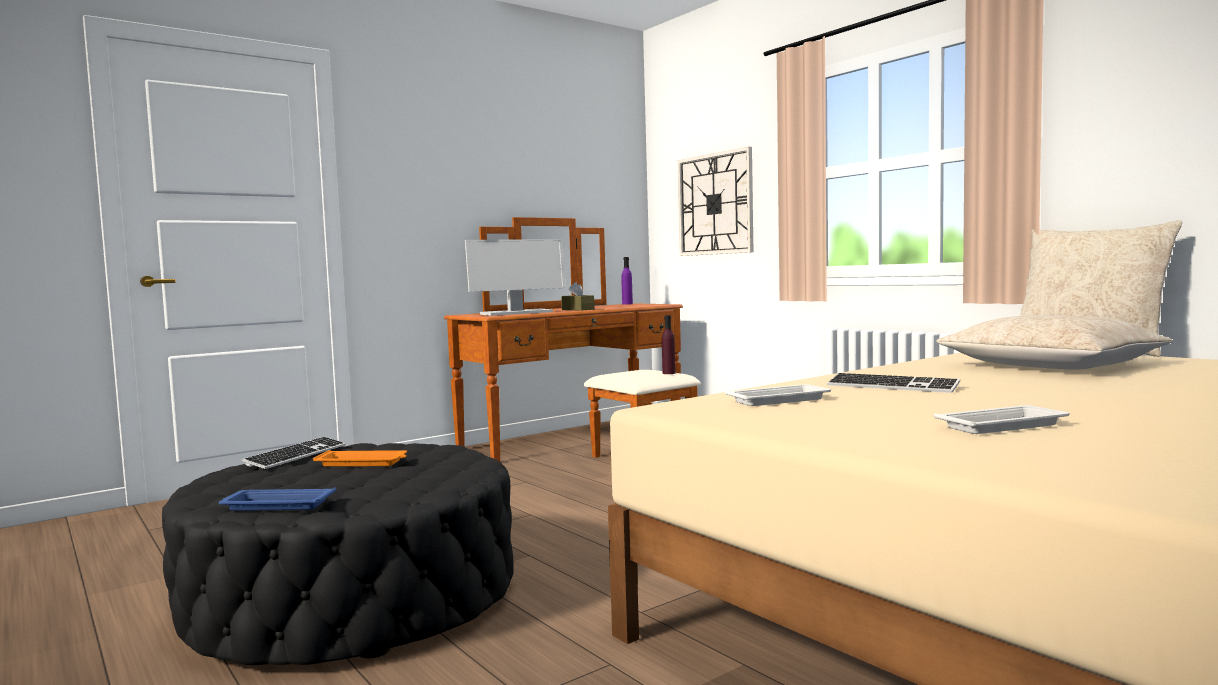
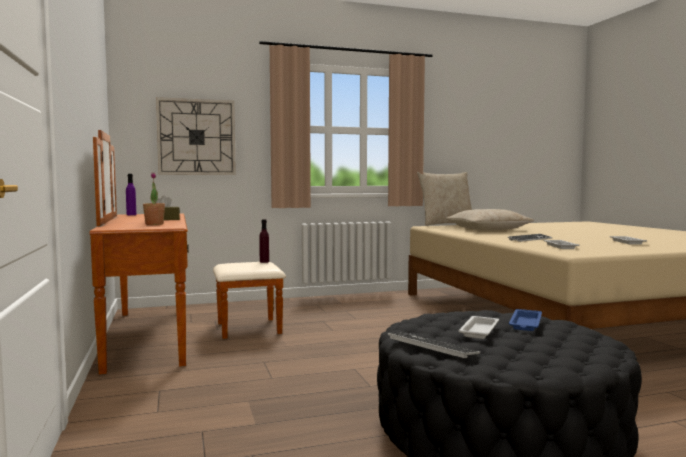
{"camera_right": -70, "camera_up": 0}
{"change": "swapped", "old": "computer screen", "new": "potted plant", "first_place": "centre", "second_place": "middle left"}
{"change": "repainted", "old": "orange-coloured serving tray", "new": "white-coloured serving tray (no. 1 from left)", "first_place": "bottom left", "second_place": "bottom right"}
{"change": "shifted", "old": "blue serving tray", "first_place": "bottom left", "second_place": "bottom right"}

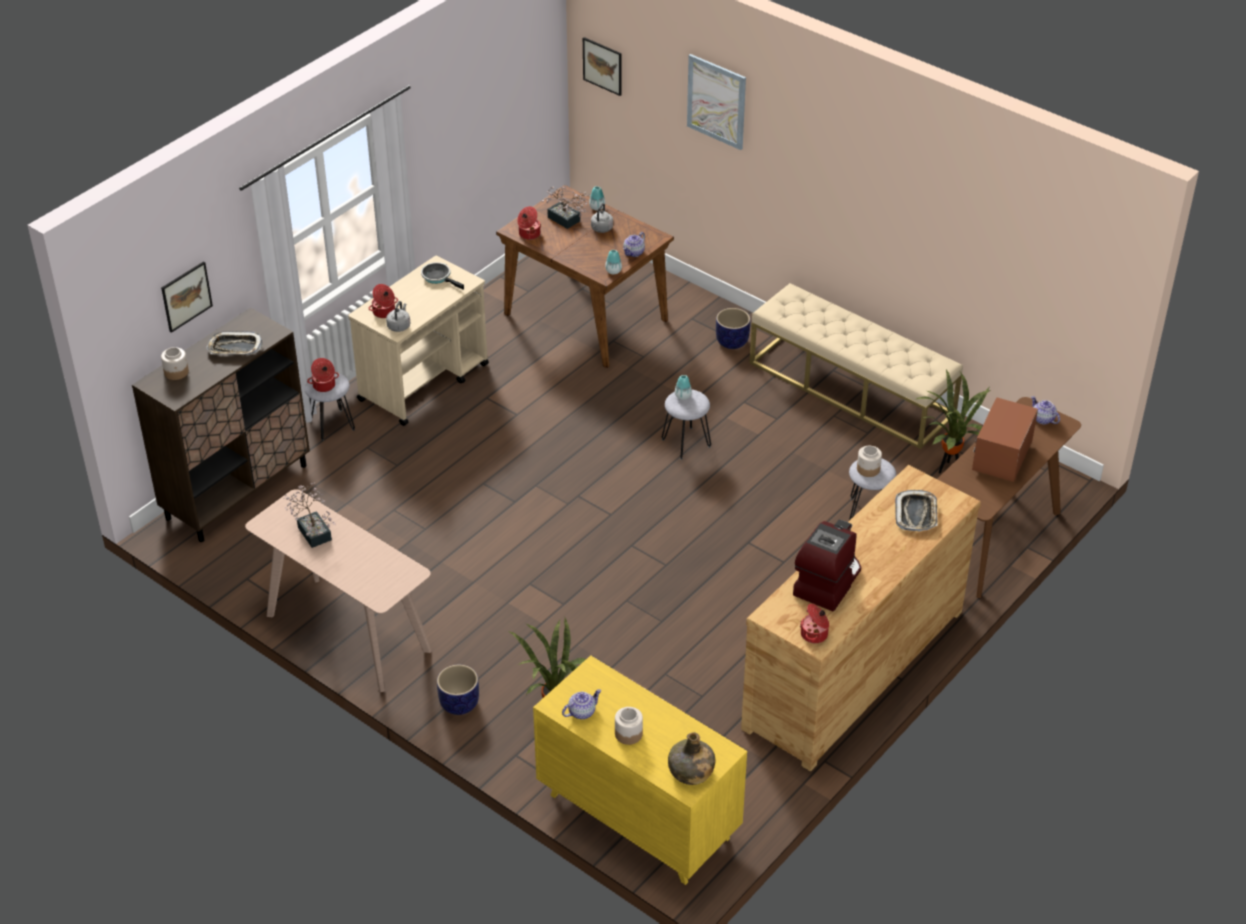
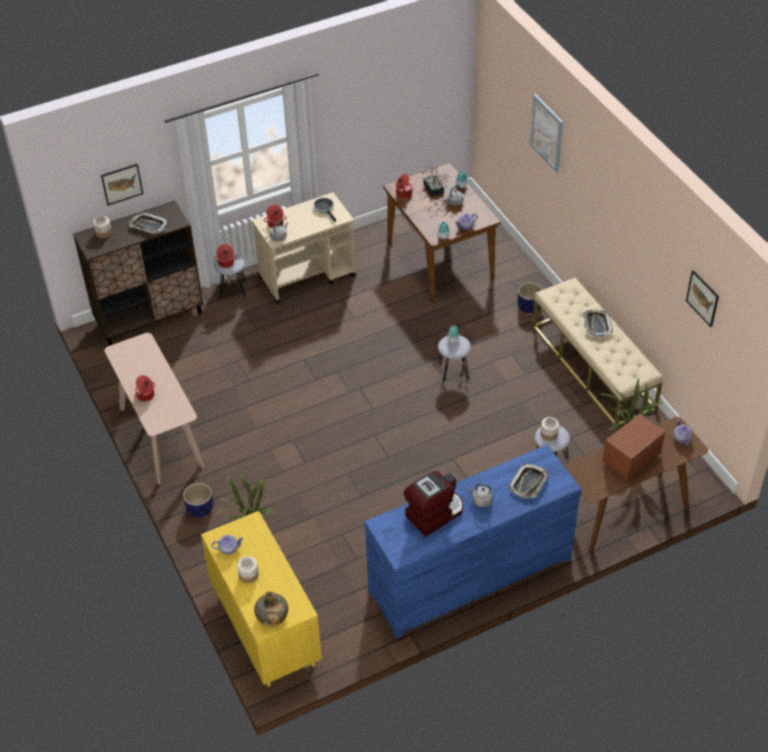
{"camera_right": 25, "camera_up": 5}
{"change": "shifted", "old": "cooking pot (no. 4 from left in the first image)", "new": "cooking pot (no. 1 from left)", "first_place": "bottom centre", "second_place": "middle left"}
{"change": "repainted", "old": "brown chest of drawers", "new": "blue chest of drawers", "first_place": "bottom right", "second_place": "bottom centre"}
{"change": "new", "new": "greyish kettle (no. 3 from left)", "second_place": "centre"}
{"change": "new", "new": "serving tray (no. 3 from left)", "second_place": "middle right"}
{"change": "shifted", "old": "wall art (no. 2 from left in the first image)", "new": "wall art (no. 3 from left)", "first_place": "top centre", "second_place": "middle right"}
{"change": "gone", "old": "potted plant (no. 1 from left)", "first_place": "middle left"}

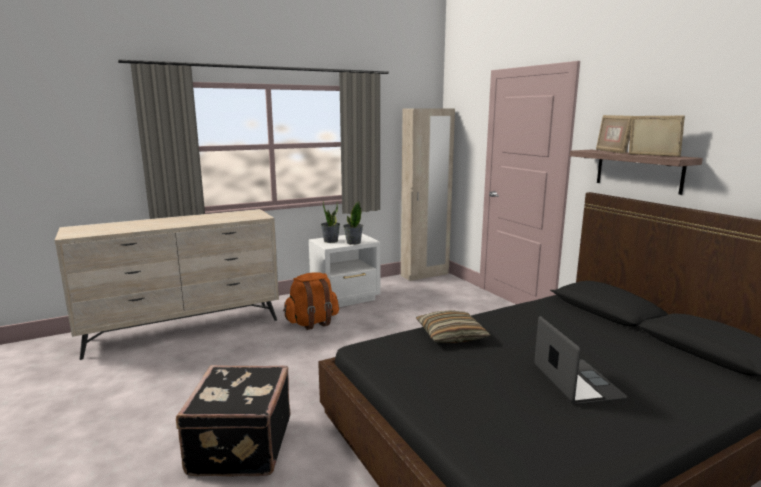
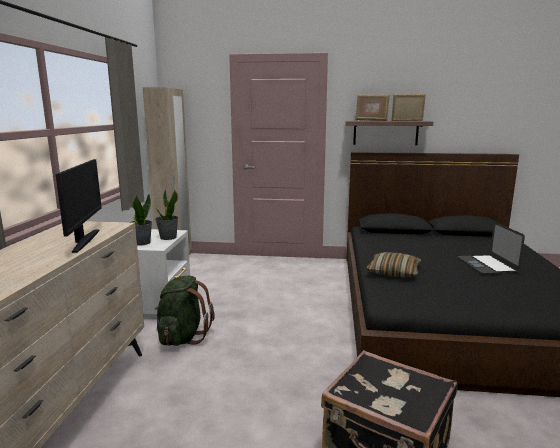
{"camera_right": -55, "camera_up": 0}
{"change": "new", "new": "computer screen", "second_place": "middle left"}
{"change": "repainted", "old": "orange-coloured rucksack", "new": "green-coloured rucksack", "first_place": "centre", "second_place": "bottom left"}
{"change": "rotated", "old": "portable computer", "first_place": "bottom right", "second_place": "middle right", "degrees": -120}

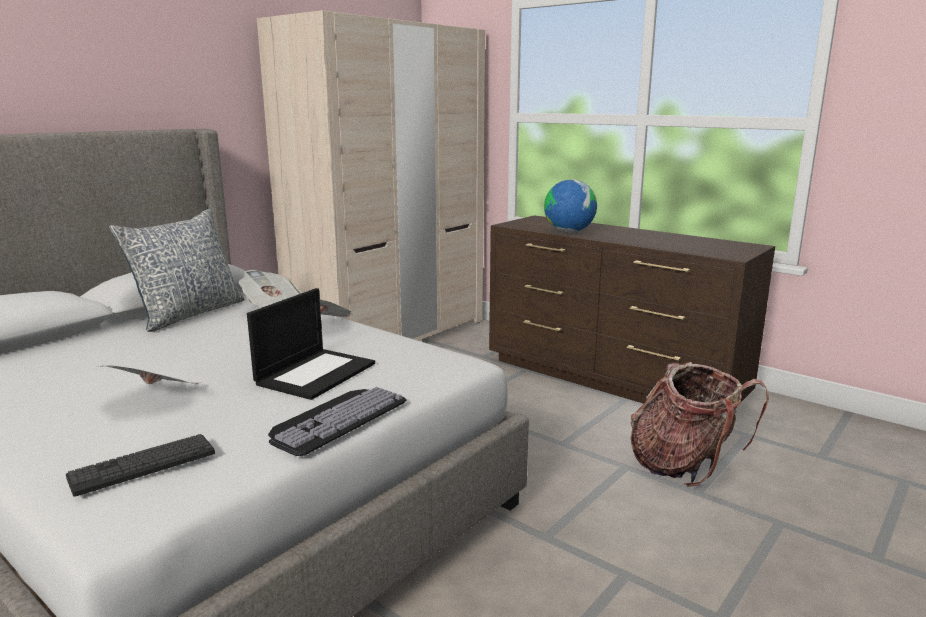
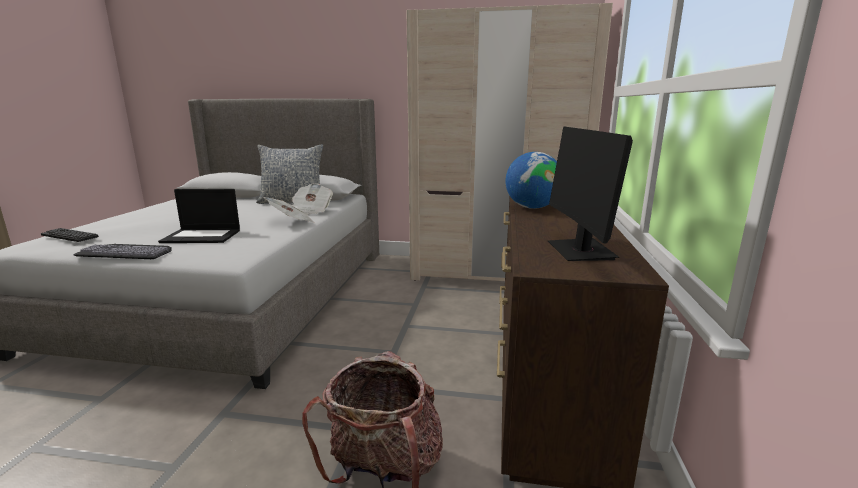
{"camera_right": 60, "camera_up": 0}
{"change": "new", "new": "computer screen", "second_place": "middle right"}
{"change": "gone", "old": "printed paper (no. 1 from left)", "first_place": "middle left"}

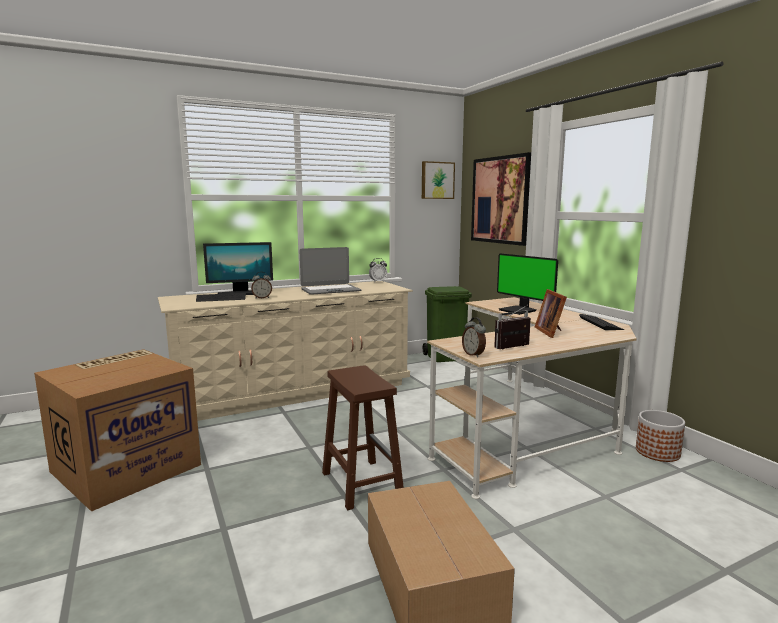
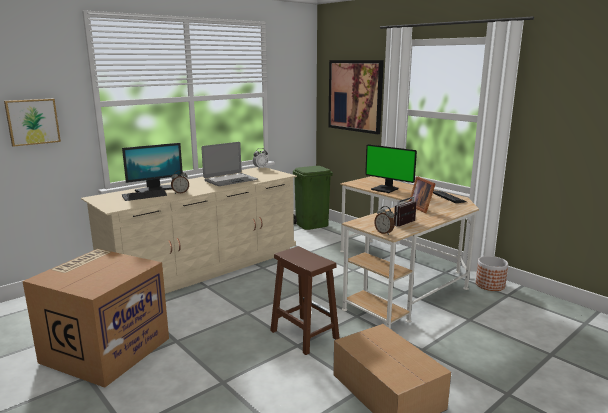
{"camera_right": -15, "camera_up": 5}
{"change": "shifted", "old": "wall art (no. 1 from left)", "first_place": "top centre", "second_place": "top left"}

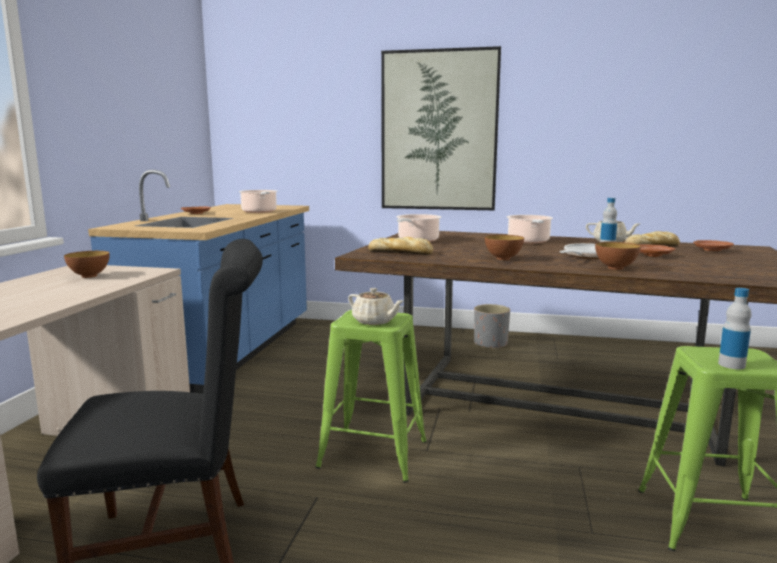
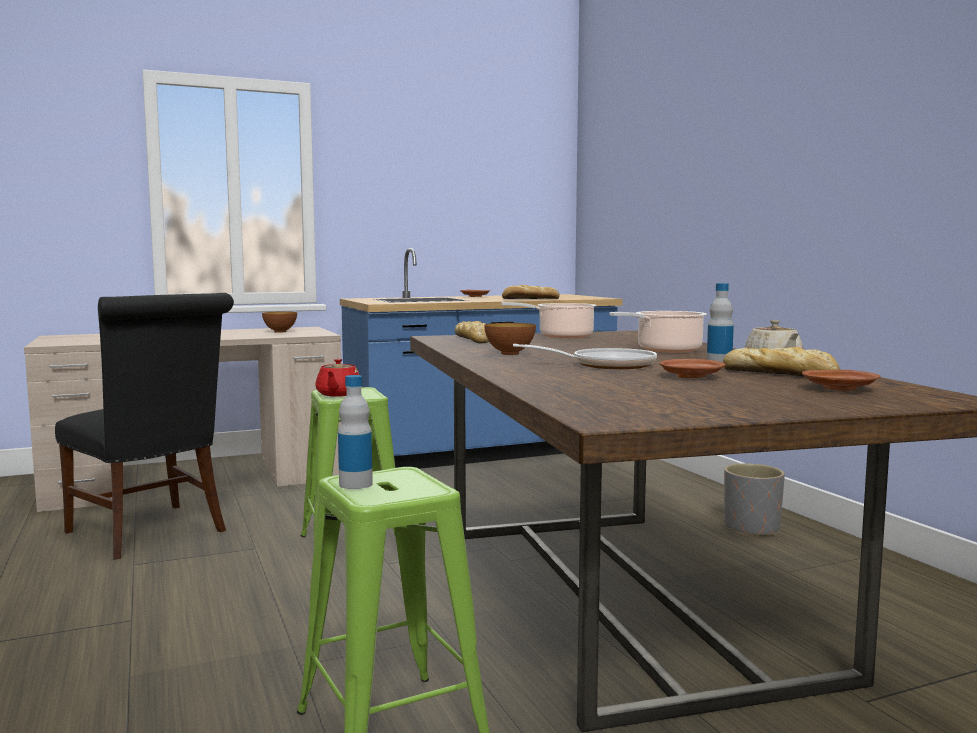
{"camera_right": 55, "camera_up": -5}
{"change": "repainted", "old": "beige pot for tea (no. 1 from left)", "new": "red-coloured pot for tea", "first_place": "centre", "second_place": "centre"}
{"change": "swapped", "old": "cooking pot (no. 1 from left)", "new": "baked bread (no. 2 from left)", "first_place": "middle left", "second_place": "centre"}
{"change": "gone", "old": "wall art", "first_place": "top centre"}
{"change": "gone", "old": "serving bowl (no. 3 from left)", "first_place": "middle right"}

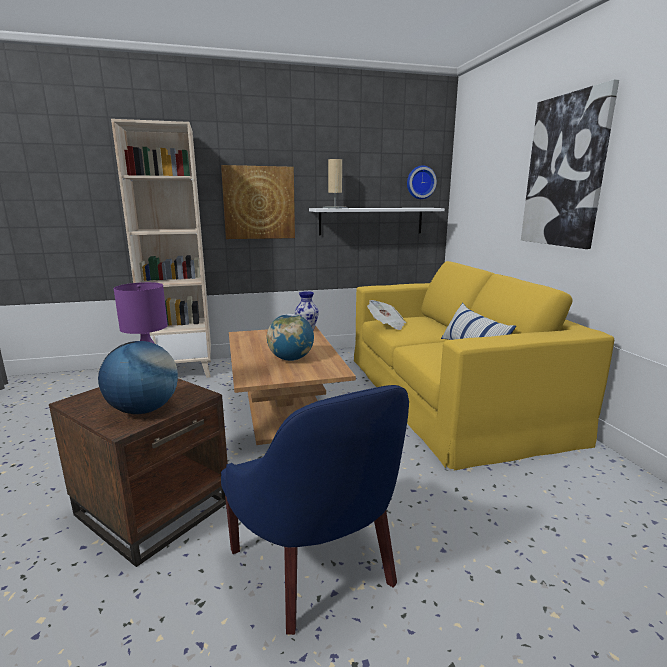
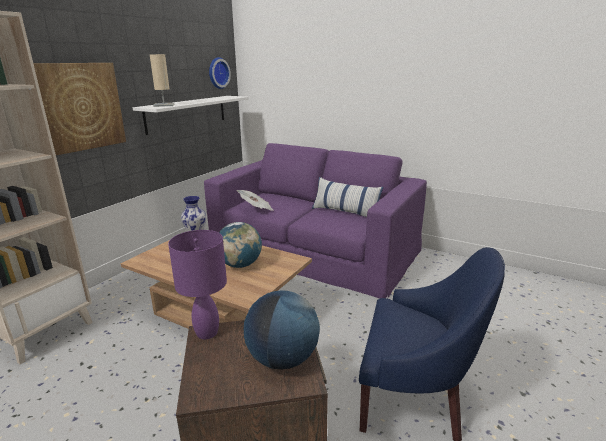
{"camera_right": -45, "camera_up": 5}
{"change": "repainted", "old": "yellowish sofa", "new": "purple sofa", "first_place": "middle right", "second_place": "centre"}
{"change": "gone", "old": "wall art (no. 2 from left)", "first_place": "top right"}

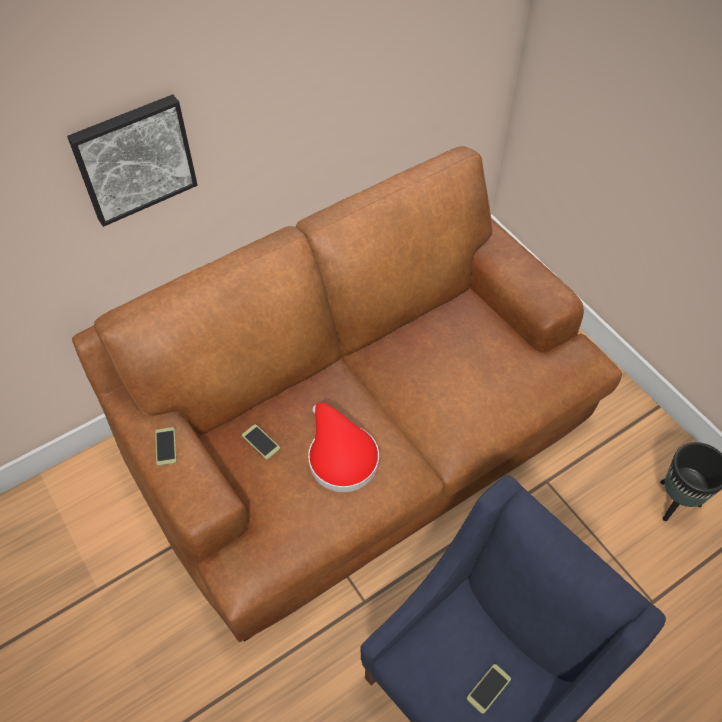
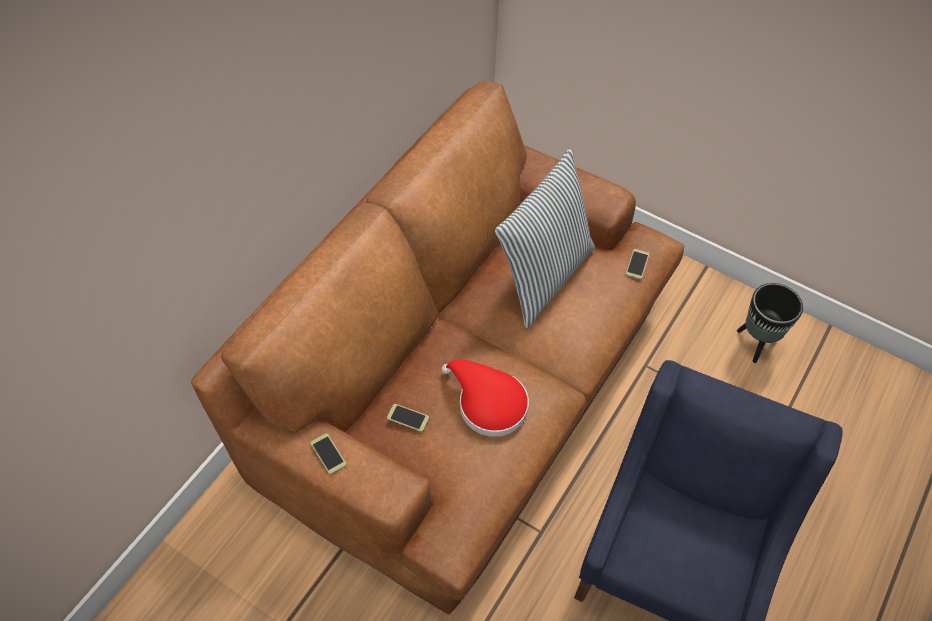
{"camera_right": -25, "camera_up": 0}
{"change": "new", "new": "throw pillow", "second_place": "centre"}
{"change": "shifted", "old": "handset (no. 3 from left)", "first_place": "bottom right", "second_place": "middle right"}
{"change": "gone", "old": "wall art", "first_place": "top left"}

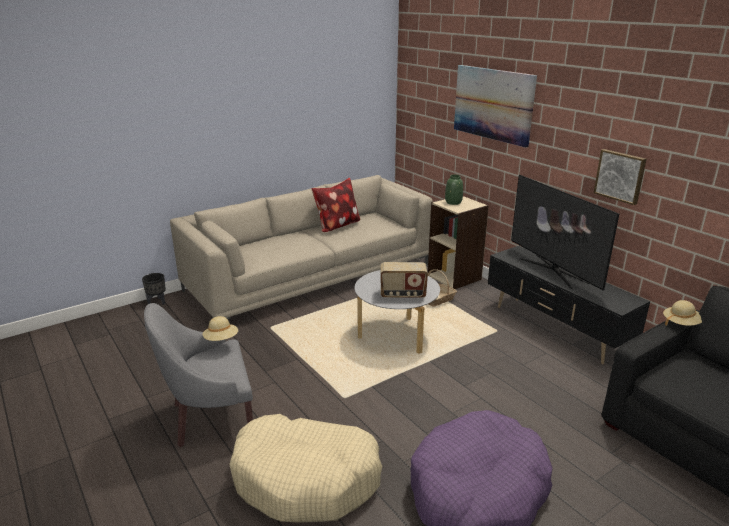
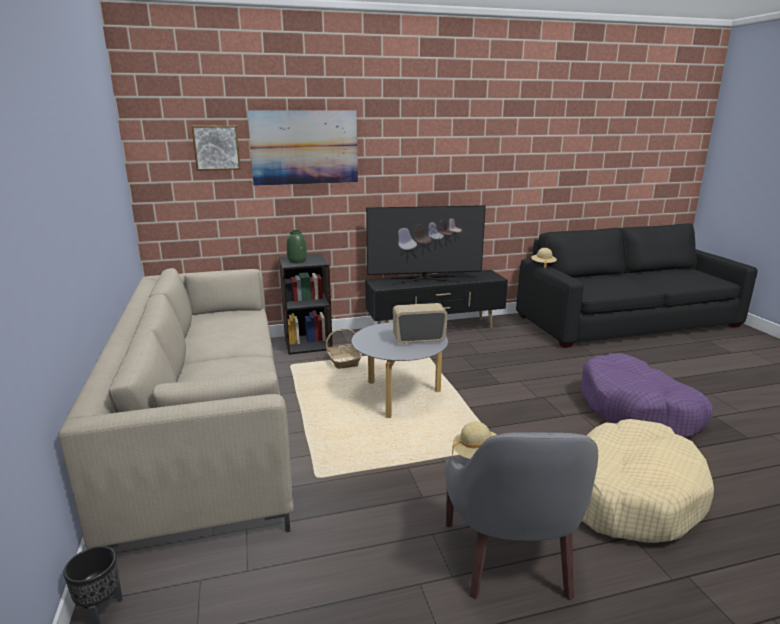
{"camera_right": -70, "camera_up": -5}
{"change": "shifted", "old": "wall art (no. 2 from left in the first image)", "new": "wall art (no. 1 from left)", "first_place": "middle right", "second_place": "top left"}
{"change": "repainted", "old": "beige shelving unit", "new": "black shelving unit", "first_place": "centre", "second_place": "centre"}
{"change": "rotated", "old": "radio set", "first_place": "centre", "second_place": "centre", "degrees": -120}
{"change": "gone", "old": "throw pillow", "first_place": "centre"}

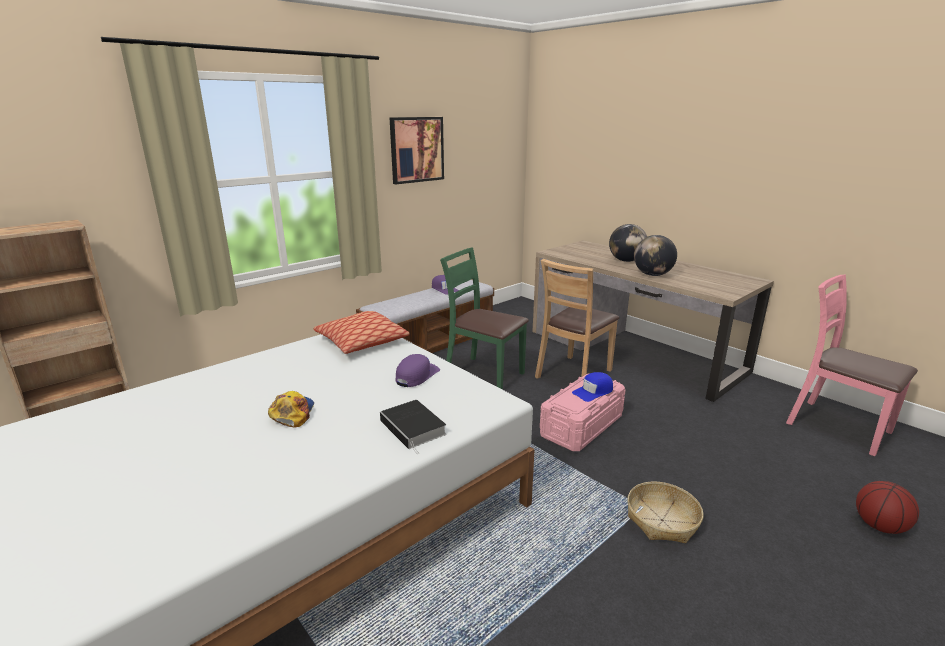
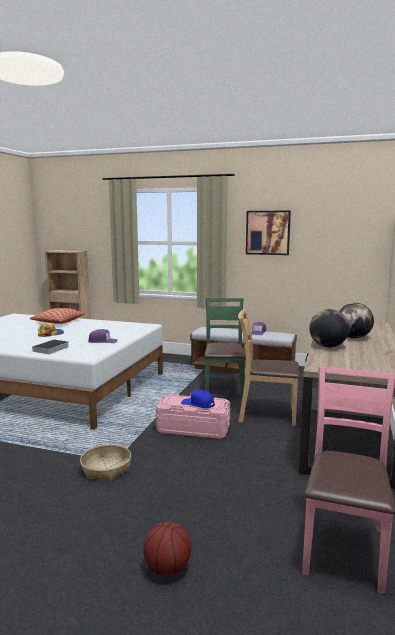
{"camera_right": 60, "camera_up": -10}
{"change": "shifted", "old": "throw pillow", "first_place": "centre", "second_place": "middle left"}

